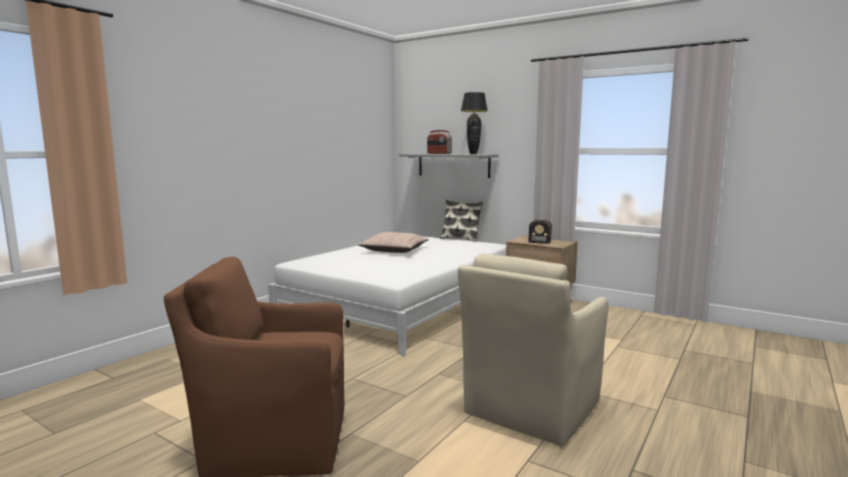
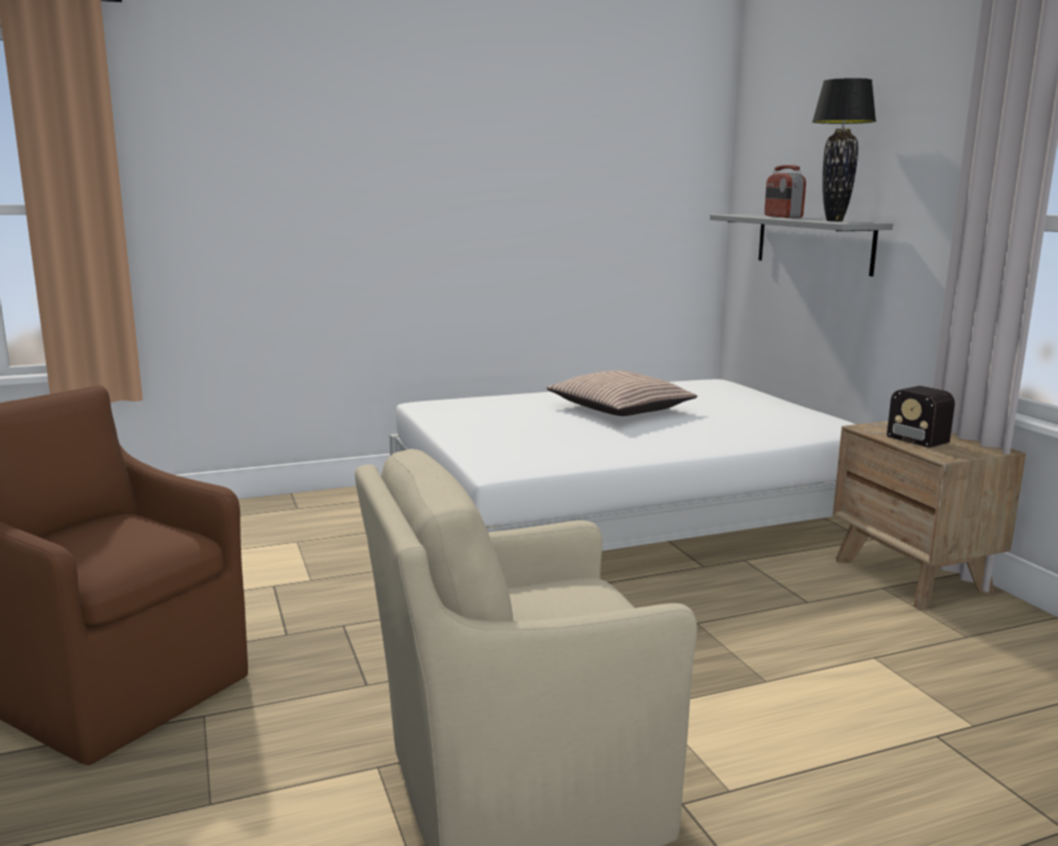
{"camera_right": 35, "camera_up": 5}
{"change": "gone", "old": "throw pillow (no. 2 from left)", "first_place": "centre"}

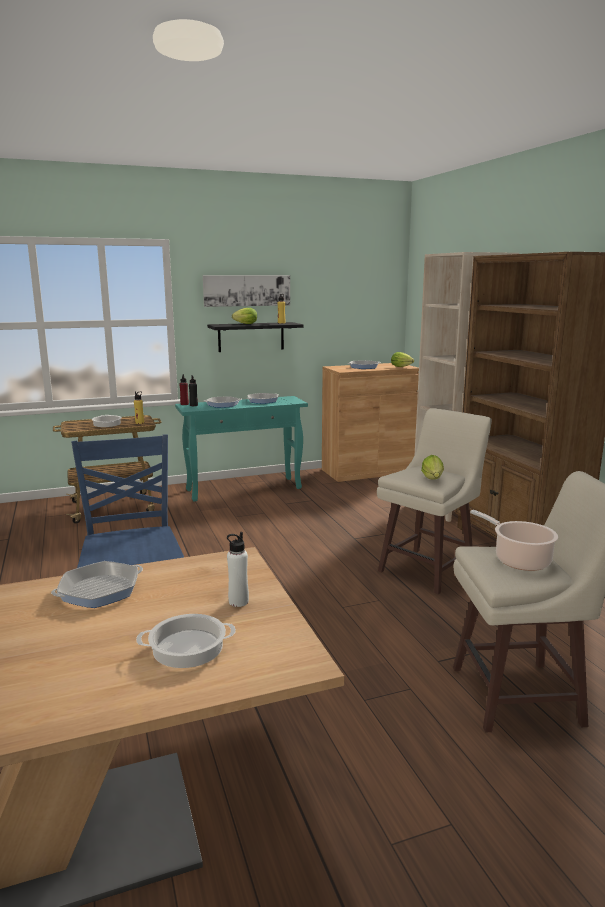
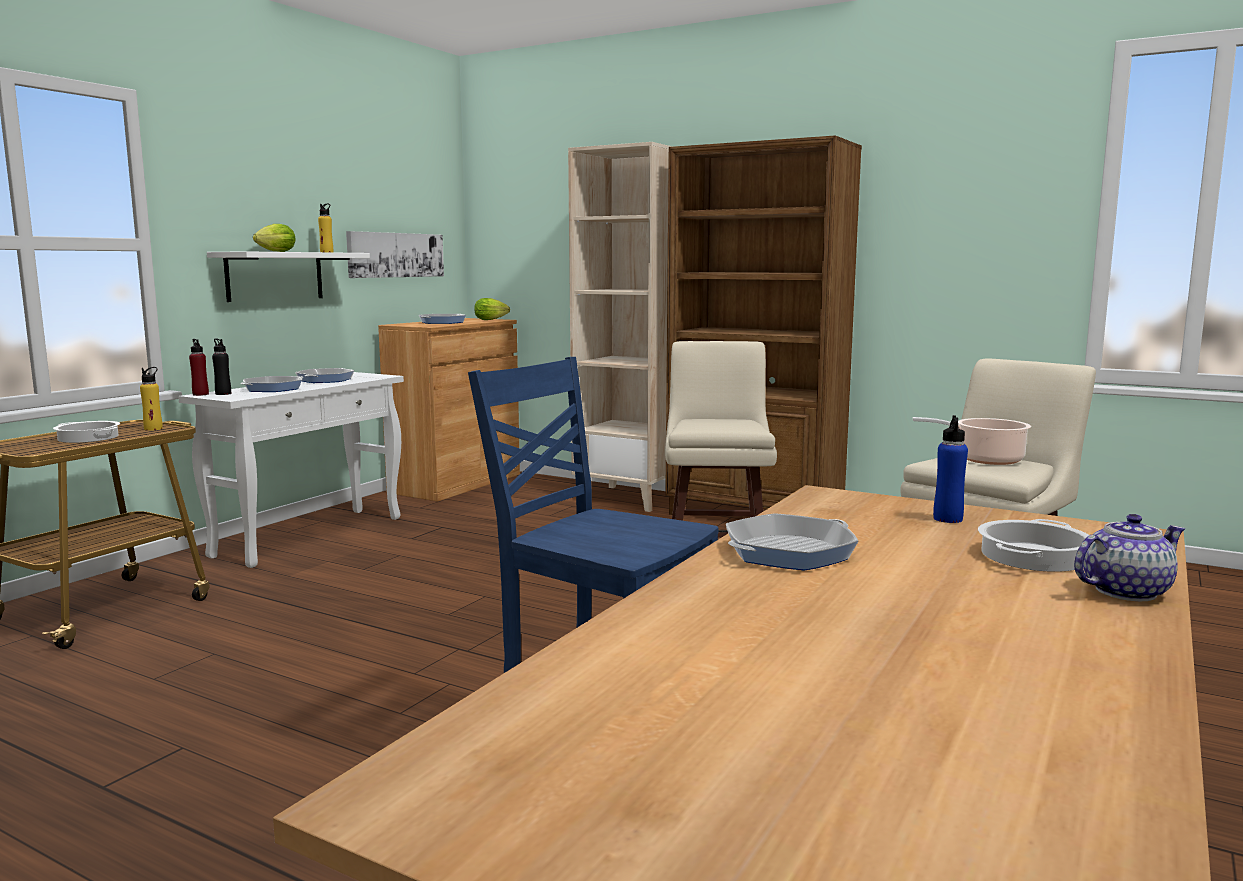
{"camera_right": -40, "camera_up": -5}
{"change": "repainted", "old": "turquoise-coloured narrow table", "new": "white-coloured narrow table", "first_place": "centre", "second_place": "middle left"}
{"change": "repainted", "old": "black shelf", "new": "white-coloured shelf", "first_place": "centre", "second_place": "top left"}
{"change": "shifted", "old": "wall art", "first_place": "top centre", "second_place": "top left"}
{"change": "rotated", "old": "frying pan (no. 1 from left in the first image)", "first_place": "middle left", "second_place": "centre", "degrees": 45}
{"change": "repainted", "old": "white-coloured drink bottle", "new": "blue drink bottle", "first_place": "centre", "second_place": "middle right"}
{"change": "new", "new": "pot for tea", "second_place": "middle right"}
{"change": "gone", "old": "head of lettuce (no. 3 from left)", "first_place": "middle right"}

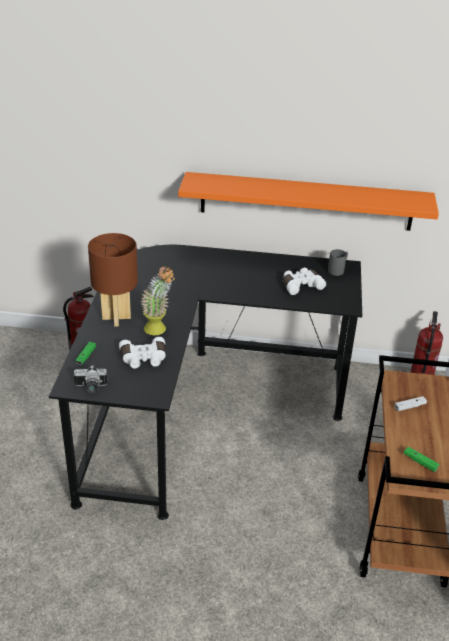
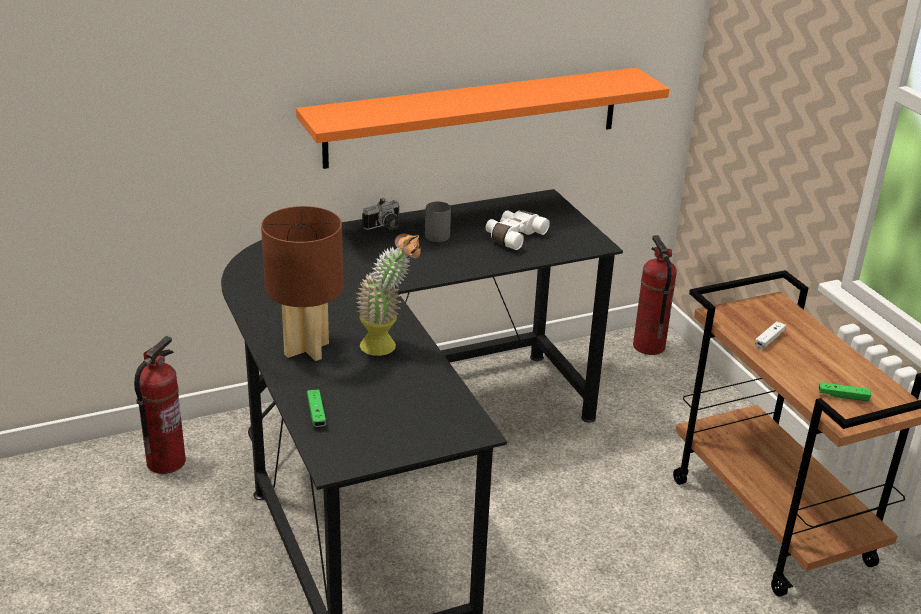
{"camera_right": -30, "camera_up": -5}
{"change": "shifted", "old": "photo camera", "first_place": "middle left", "second_place": "centre"}
{"change": "shifted", "old": "greyish tea mug", "first_place": "middle right", "second_place": "centre"}
{"change": "gone", "old": "white-coloured field glasses (no. 1 from left)", "first_place": "middle left"}

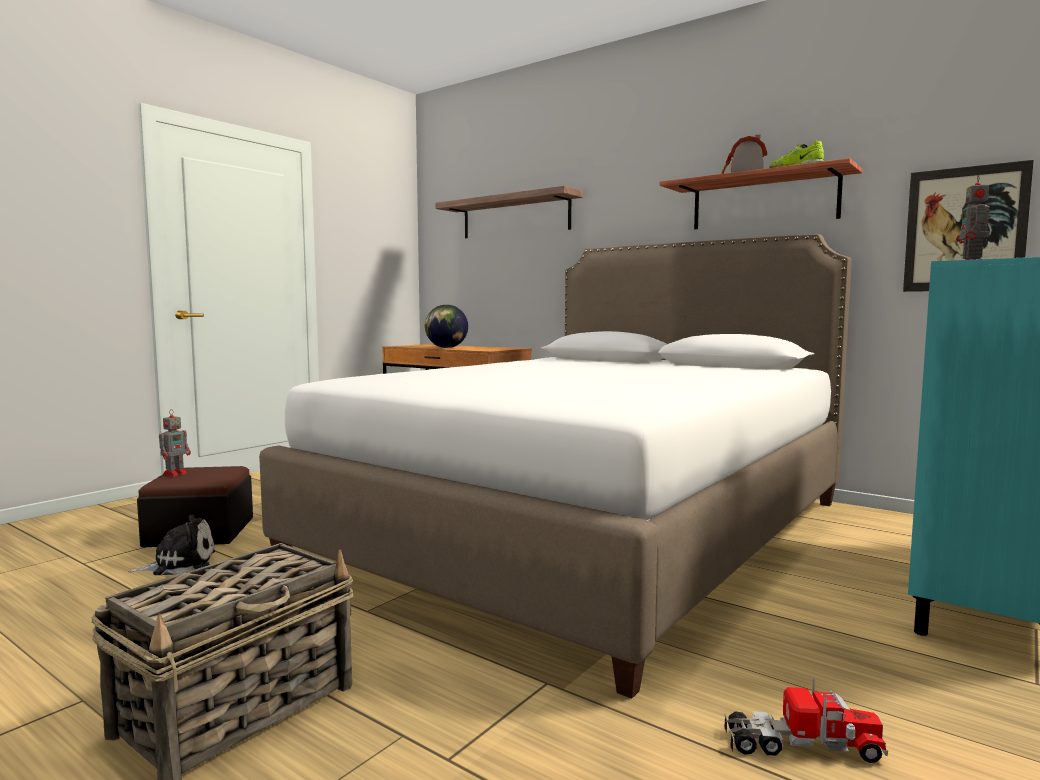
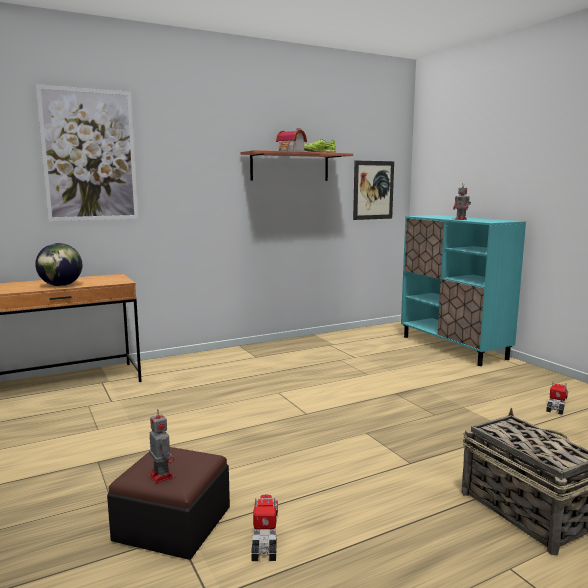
{"camera_right": -65, "camera_up": 5}
{"change": "swapped", "old": "shelf (no. 1 from left)", "new": "wall art (no. 1 from left)", "first_place": "top centre", "second_place": "top left"}
{"change": "swapped", "old": "plush toy", "new": "toy lorry (no. 1 from left)", "first_place": "bottom left", "second_place": "bottom centre"}
{"change": "gone", "old": "white-coloured bed", "first_place": "centre"}

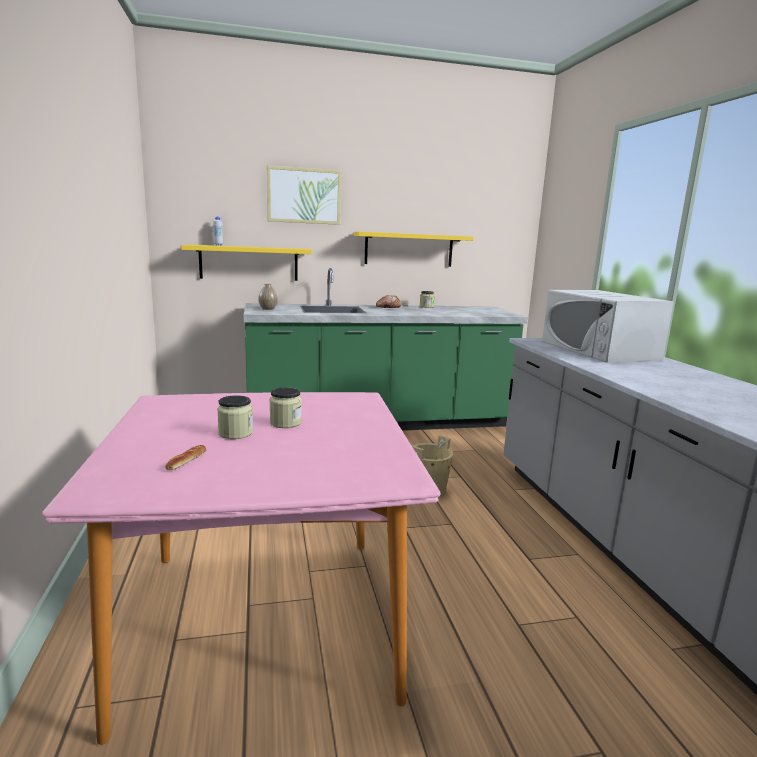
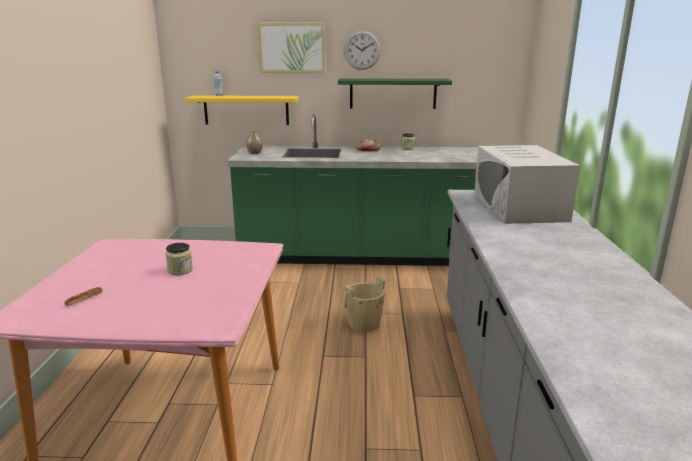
{"camera_right": 15, "camera_up": 5}
{"change": "repainted", "old": "yellowish shelf (no. 2 from left)", "new": "green-coloured shelf", "first_place": "top centre", "second_place": "top centre"}
{"change": "new", "new": "clock on the wall", "second_place": "top centre"}
{"change": "gone", "old": "jar (no. 1 from left)", "first_place": "middle left"}

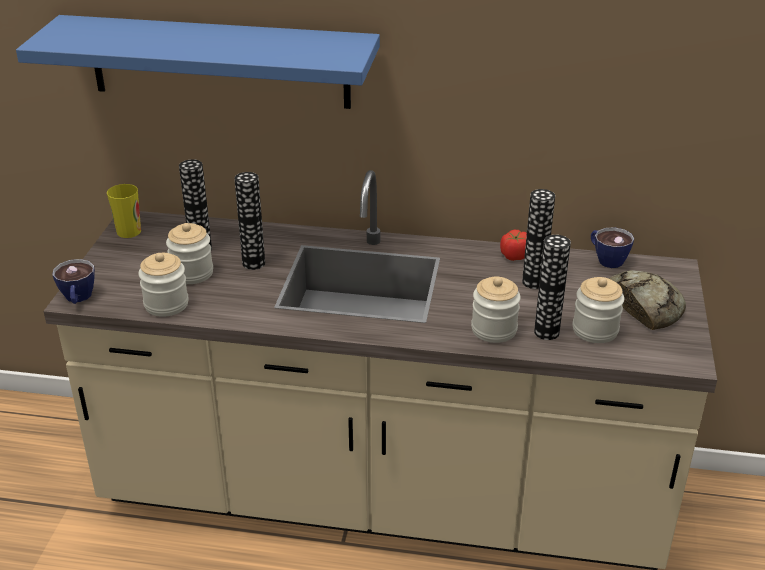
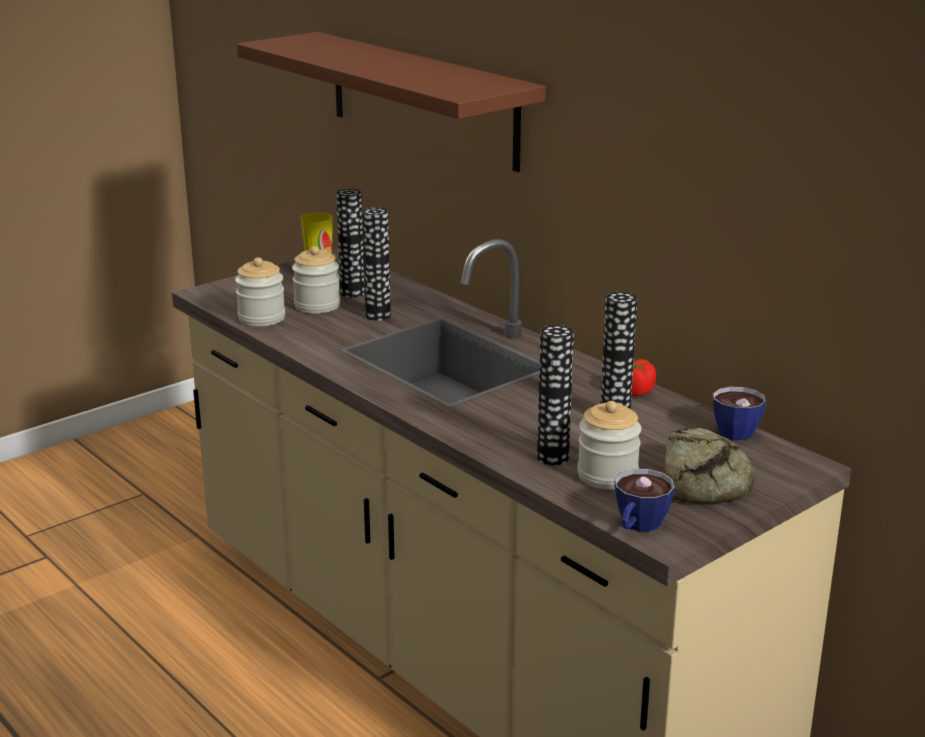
{"camera_right": 40, "camera_up": -10}
{"change": "repainted", "old": "blue shelf", "new": "brown shelf", "first_place": "top left", "second_place": "top centre"}
{"change": "shifted", "old": "cup (no. 1 from left in the first image)", "new": "cup (no. 2 from left)", "first_place": "middle left", "second_place": "bottom right"}
{"change": "gone", "old": "jar (no. 3 from left)", "first_place": "centre"}

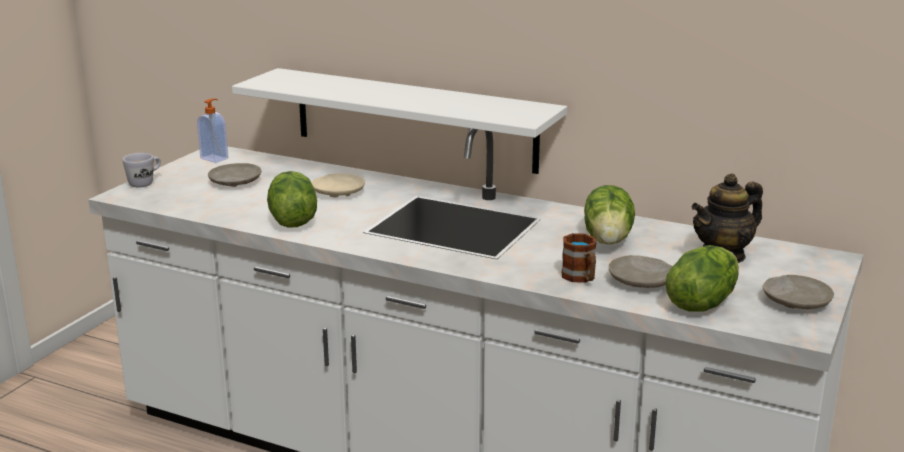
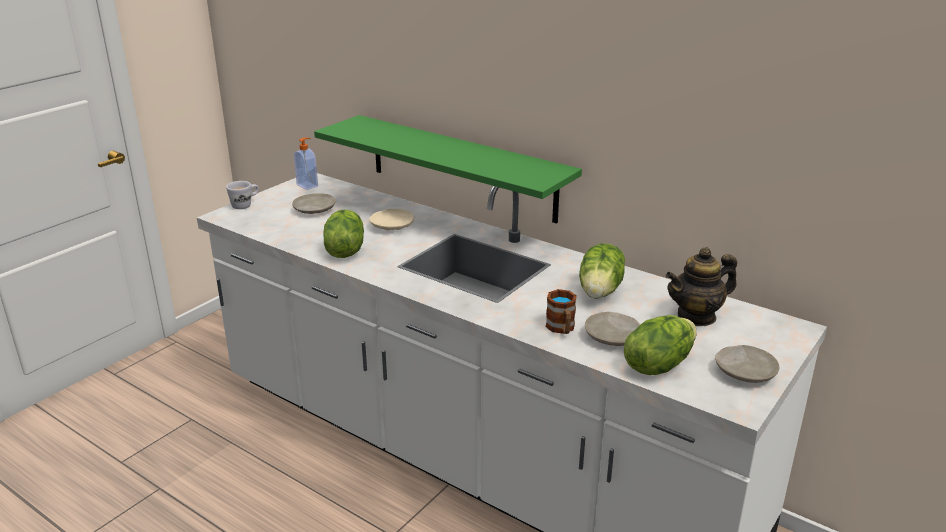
{"camera_right": 10, "camera_up": 5}
{"change": "repainted", "old": "white-coloured shelf", "new": "green-coloured shelf", "first_place": "top centre", "second_place": "top centre"}

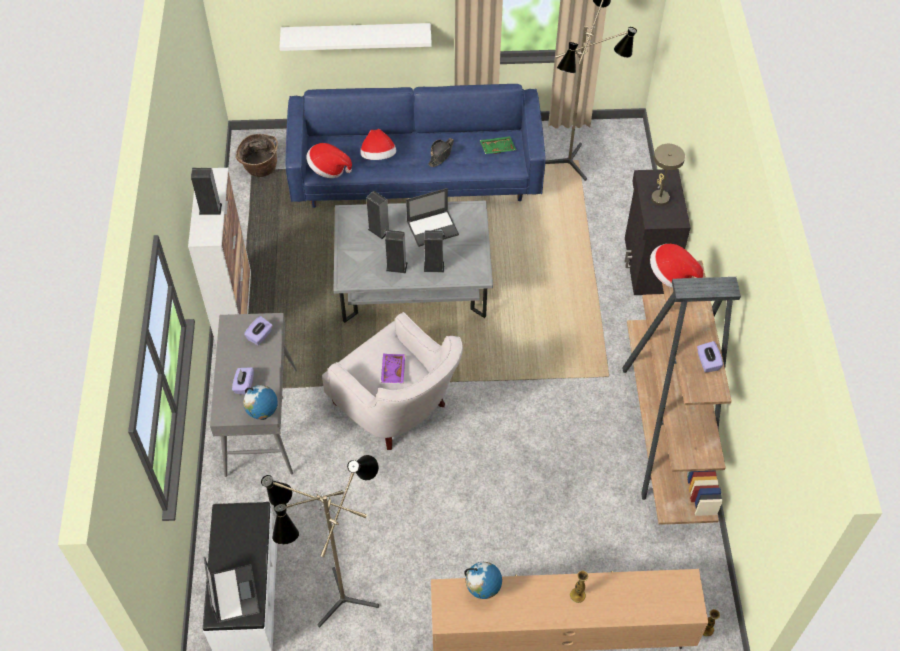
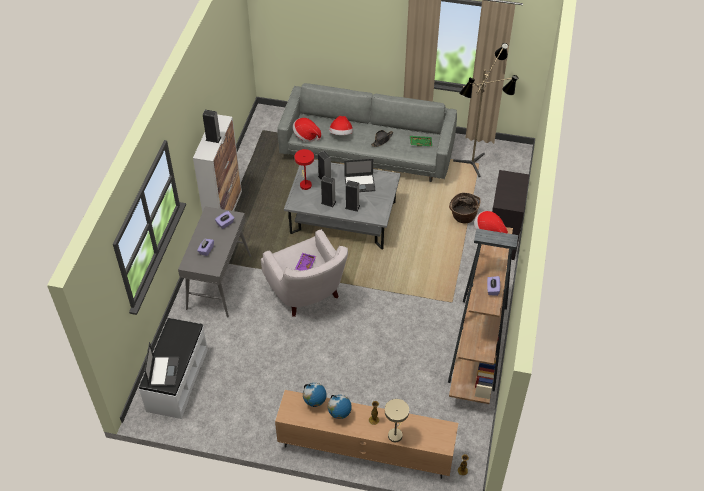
{"camera_right": 15, "camera_up": -5}
{"change": "repainted", "old": "blue sofa", "new": "greyish sofa", "first_place": "top centre", "second_place": "top centre"}
{"change": "new", "new": "red-coloured lamp for a table", "second_place": "centre"}
{"change": "shifted", "old": "globe (no. 1 from left in the first image)", "new": "globe (no. 2 from left)", "first_place": "middle left", "second_place": "bottom centre"}
{"change": "shifted", "old": "beige lamp for a table", "first_place": "top right", "second_place": "bottom centre"}
{"change": "shifted", "old": "household basket", "first_place": "top left", "second_place": "centre"}
{"change": "gone", "old": "floor lamp (no. 1 from left)", "first_place": "bottom centre"}
{"change": "gone", "old": "white-coloured shelf", "first_place": "top centre"}

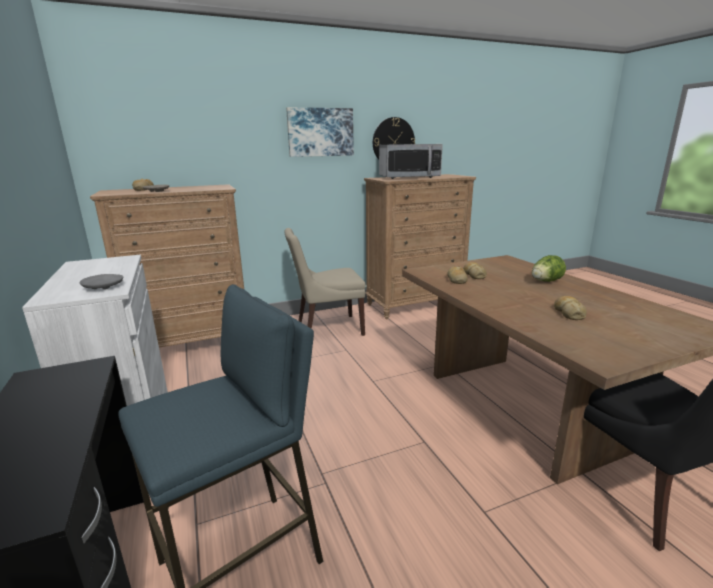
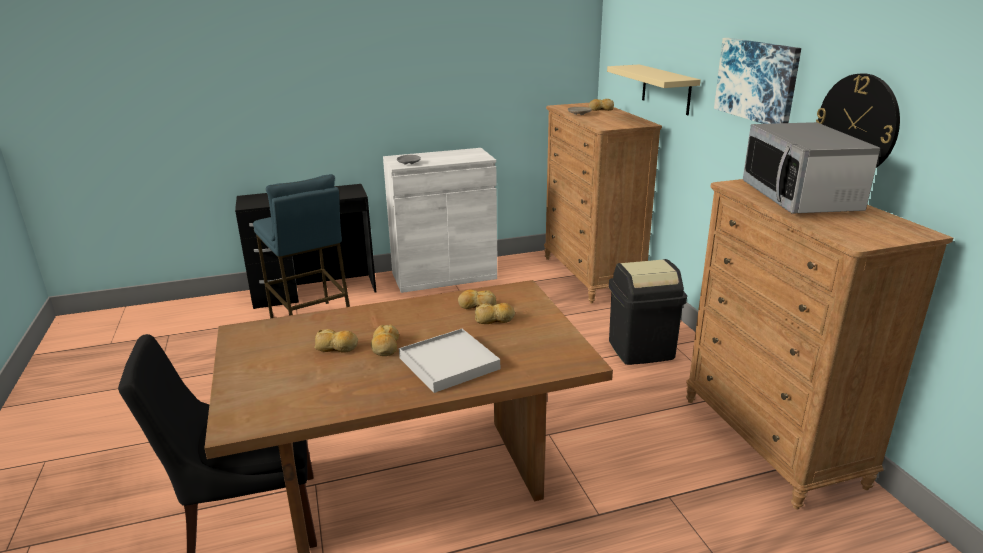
{"camera_right": 95, "camera_up": 5}
{"change": "new", "new": "baked bread (no. 2 from left)", "second_place": "centre"}
{"change": "swapped", "old": "head of lettuce", "new": "white-coloured serving tray", "first_place": "middle right", "second_place": "centre"}
{"change": "new", "new": "beige shelf", "second_place": "top centre"}
{"change": "swapped", "old": "beige plain chair", "new": "black rubbish bin", "first_place": "centre", "second_place": "centre"}

